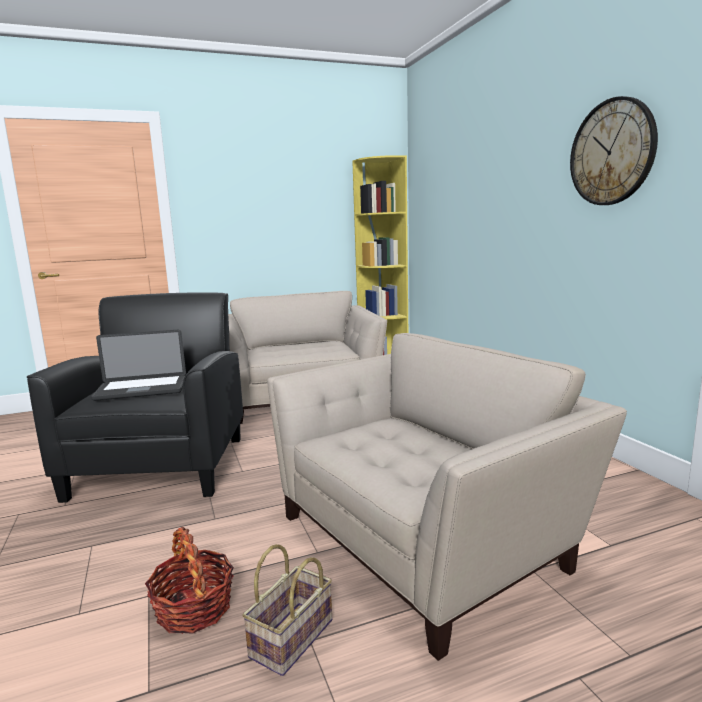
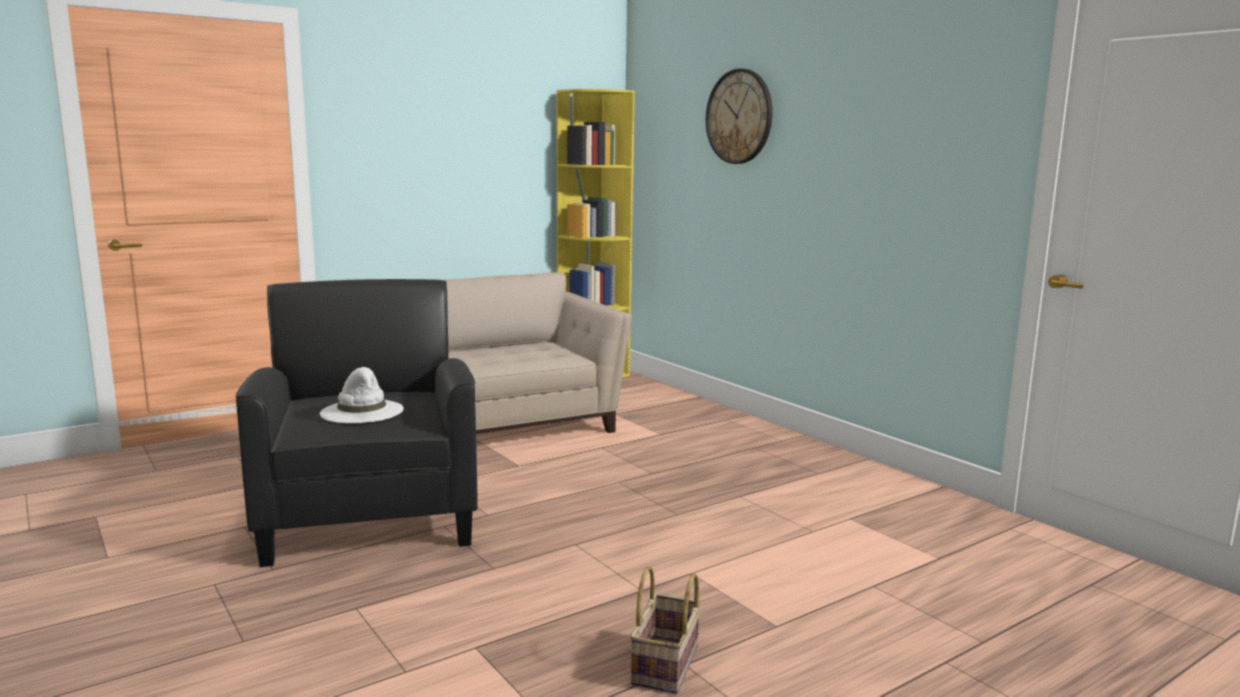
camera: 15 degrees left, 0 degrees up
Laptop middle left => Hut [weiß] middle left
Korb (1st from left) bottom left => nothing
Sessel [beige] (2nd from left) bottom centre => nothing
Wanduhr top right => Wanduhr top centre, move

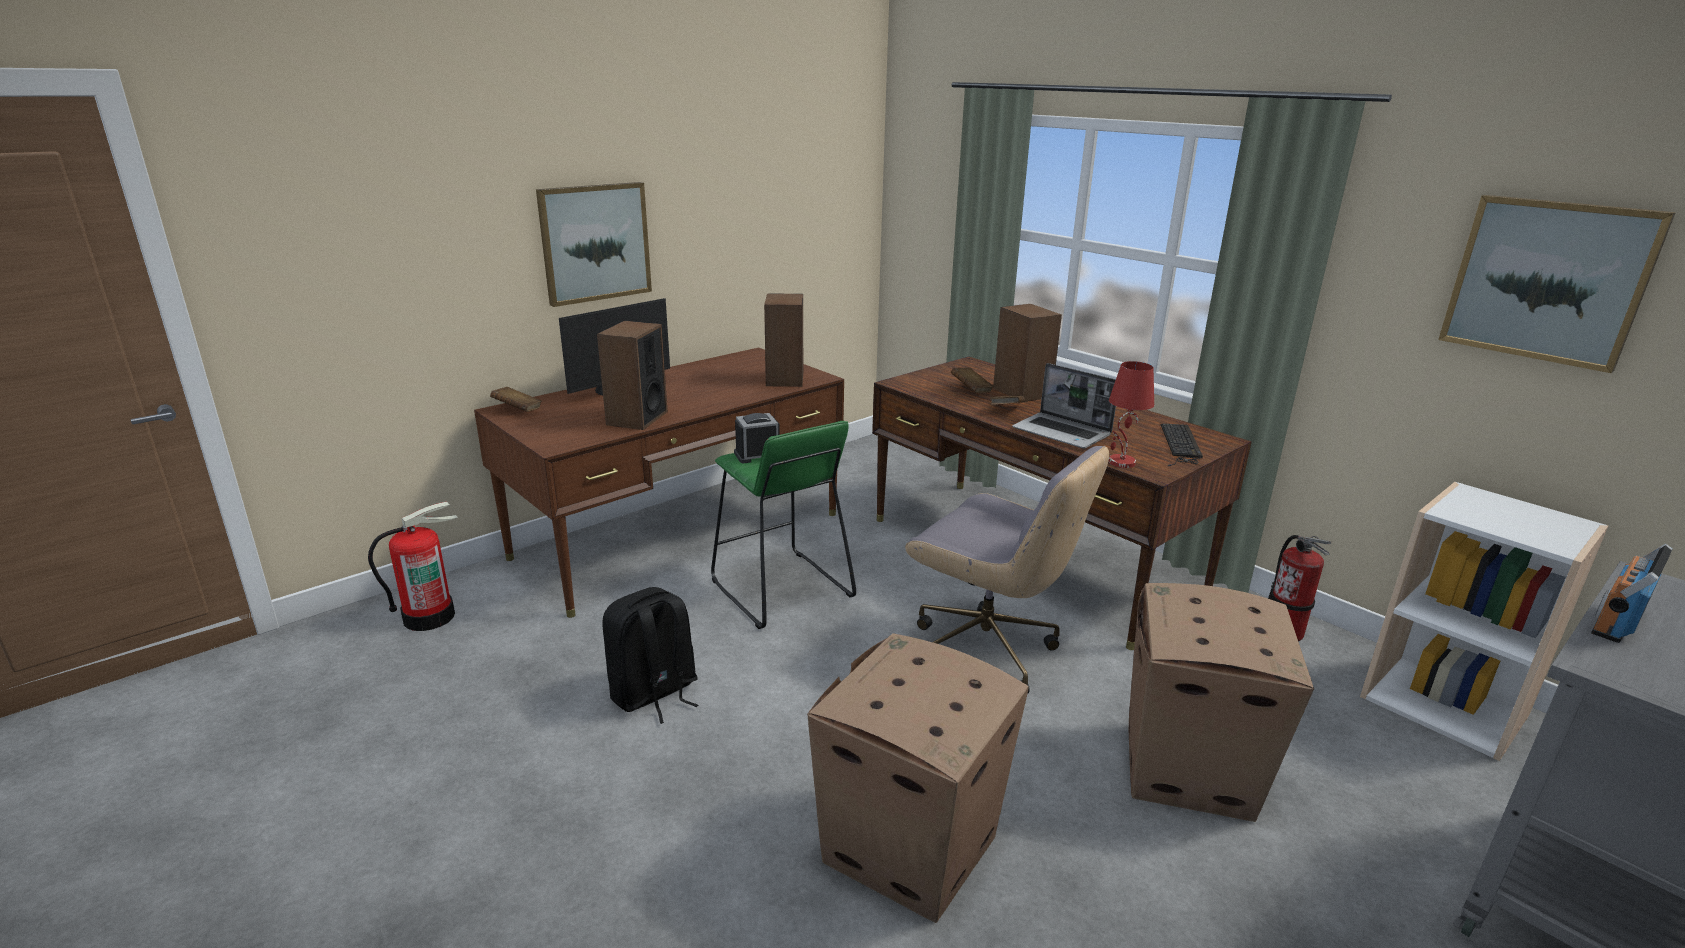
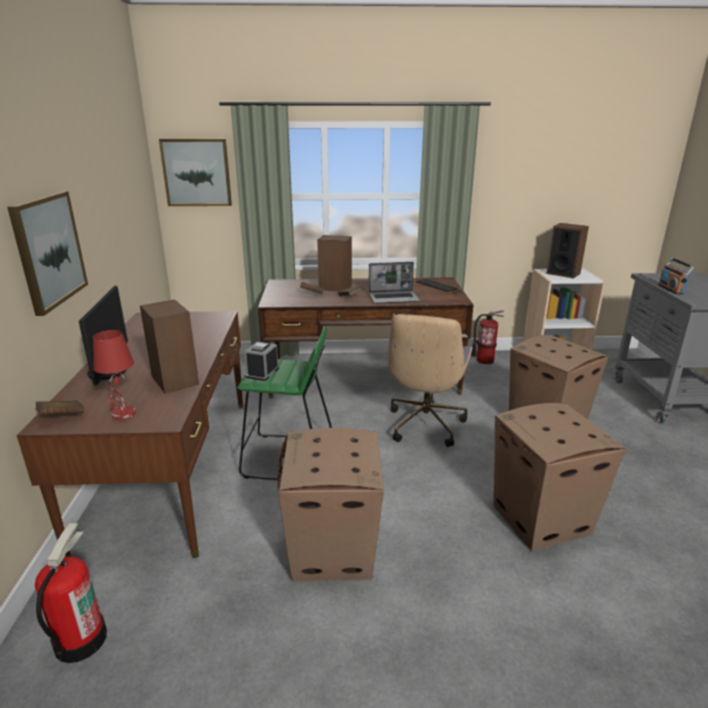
camera: 50 degrees left, 0 degrees up
Rucksack [schwarz] bottom centre => Karton (1st from left) bottom centre
Lautsprecher (2nd from left in the first image) centre => Lautsprecher (3rd from left) middle right, move
Bürostuhl [grau] centre, 120 degrees clockwise
Tischlampe [rot] middle right => Tischlampe [rot] middle left, move
Bild (2nd from left) top right => Bild (2nd from left) top left, move

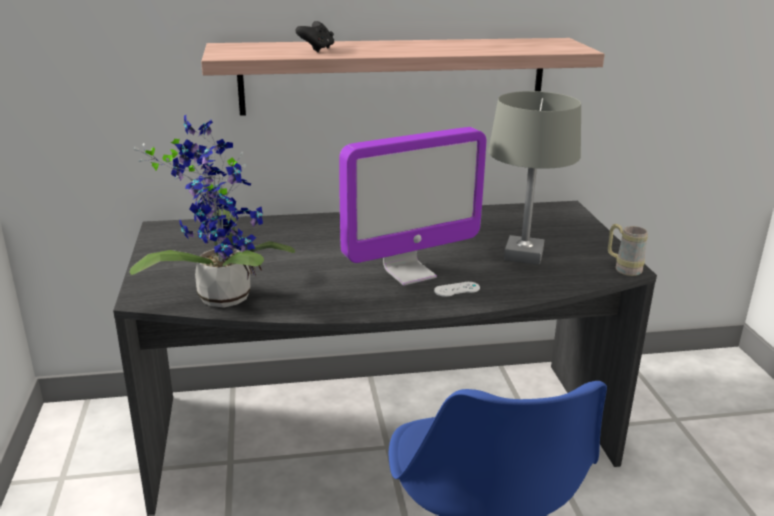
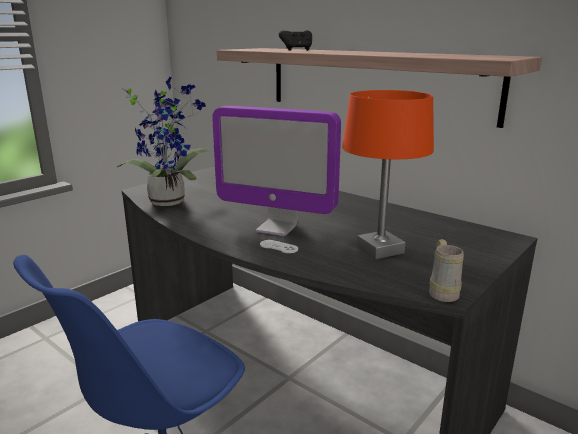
camera: 50 degrees right, 5 degrees down
Tischlampe [grau] middle right => Tischlampe [orange] middle right

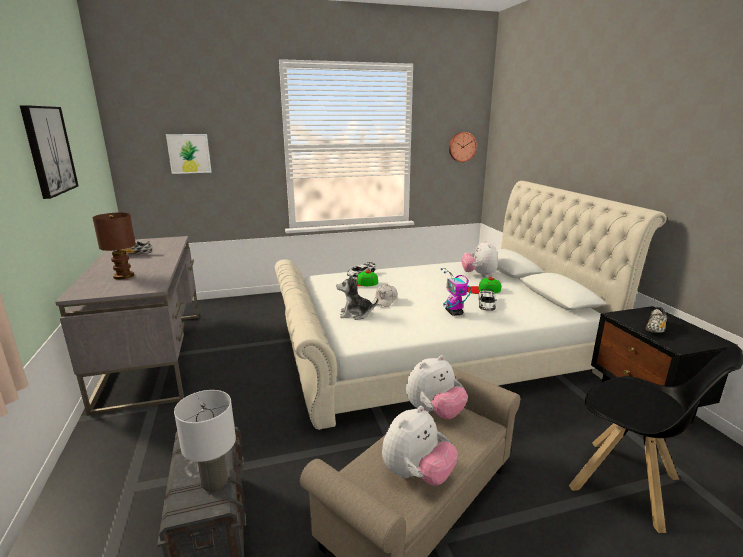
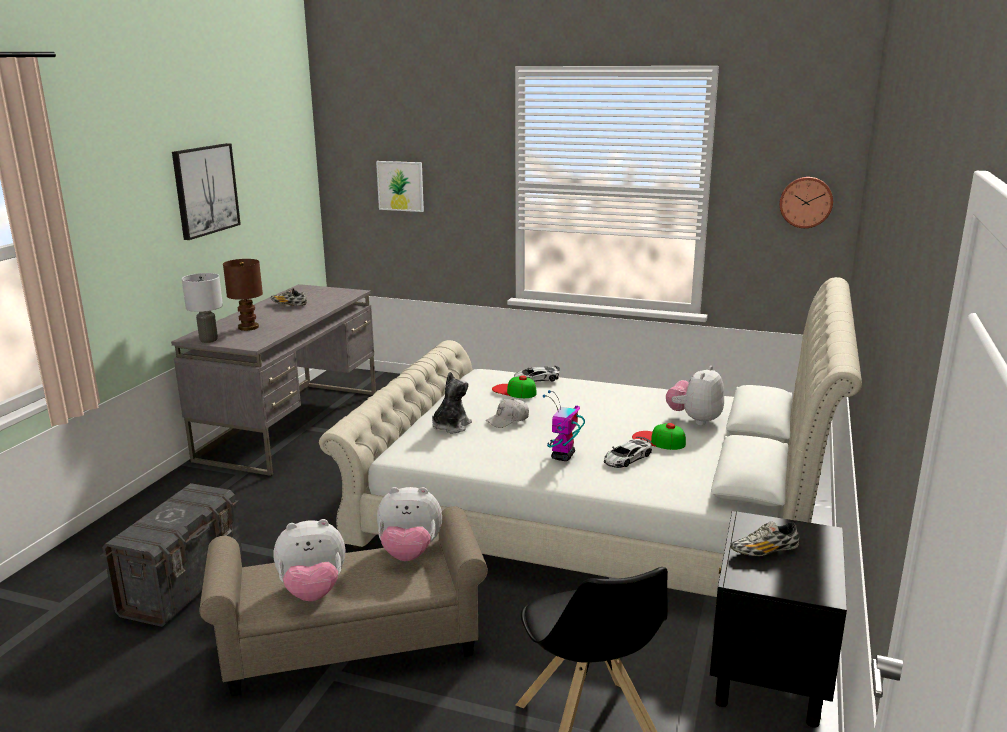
camera: 35 degrees right, 0 degrees up
Tischlampe [weiß] bottom left => Tischlampe [weiß] middle left, move
Plüschtier (1st from left in the first image) centre => Plüschtier (3rd from left) centre, 90 degrees clockwise

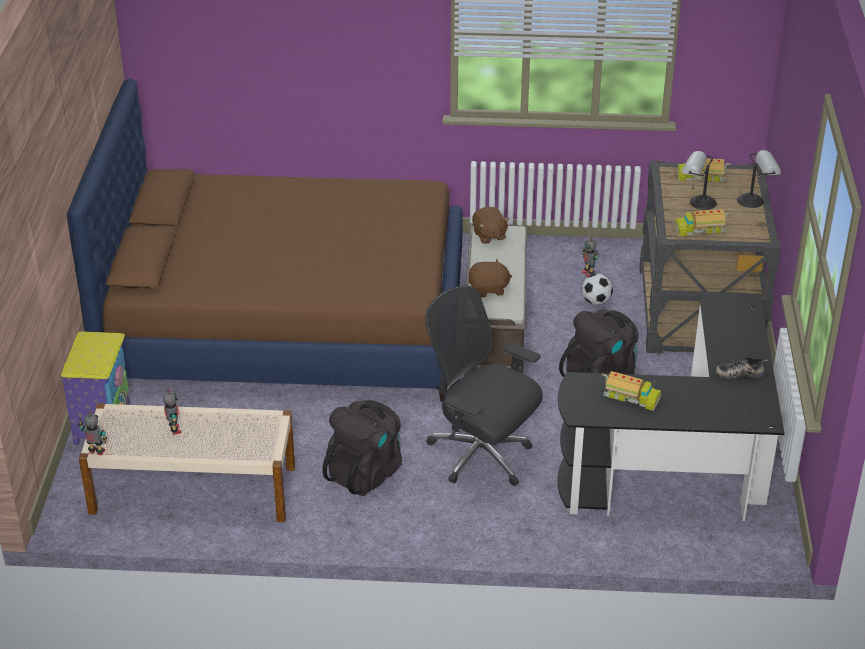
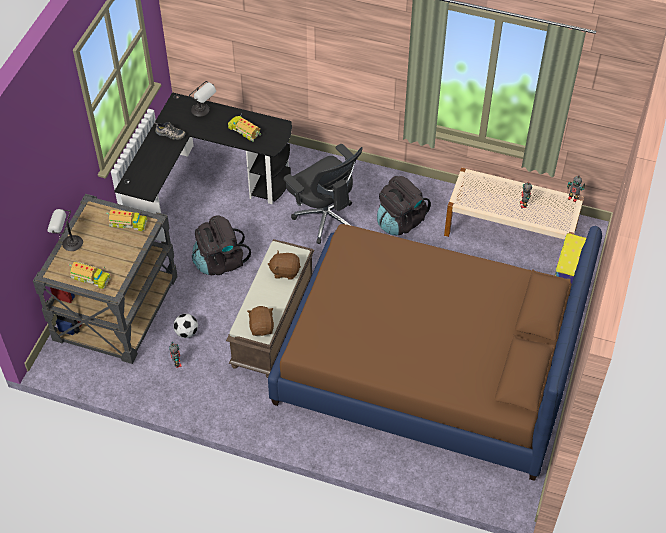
camera: 165 degrees left, 15 degrees up
Tischlampe (1st from left in the first image) top right => Tischlampe (2nd from left) top left, move

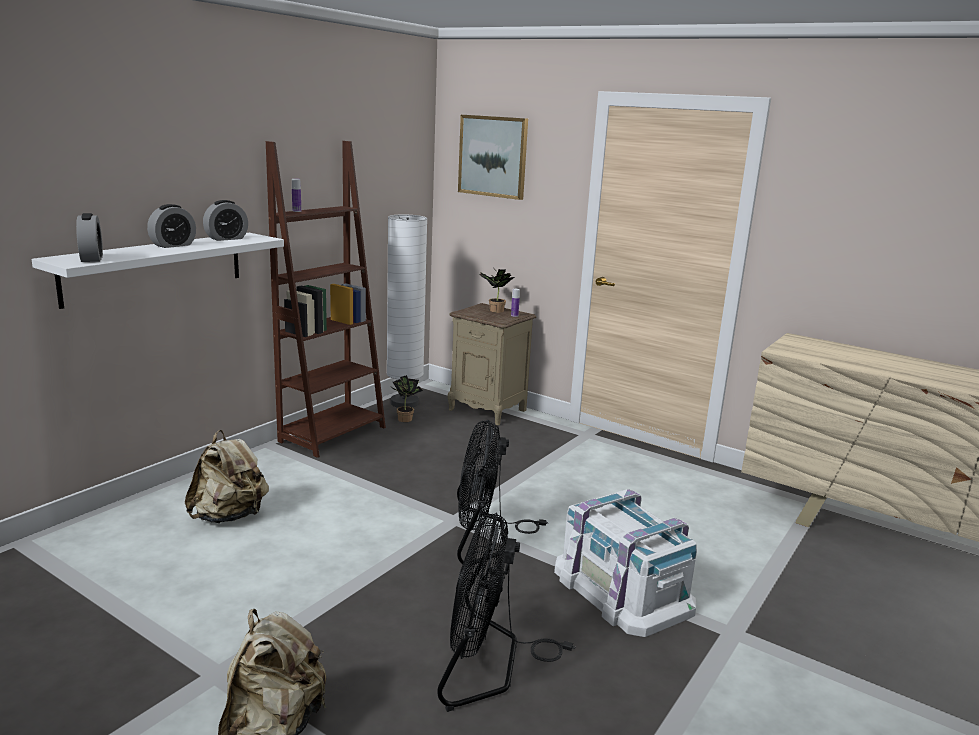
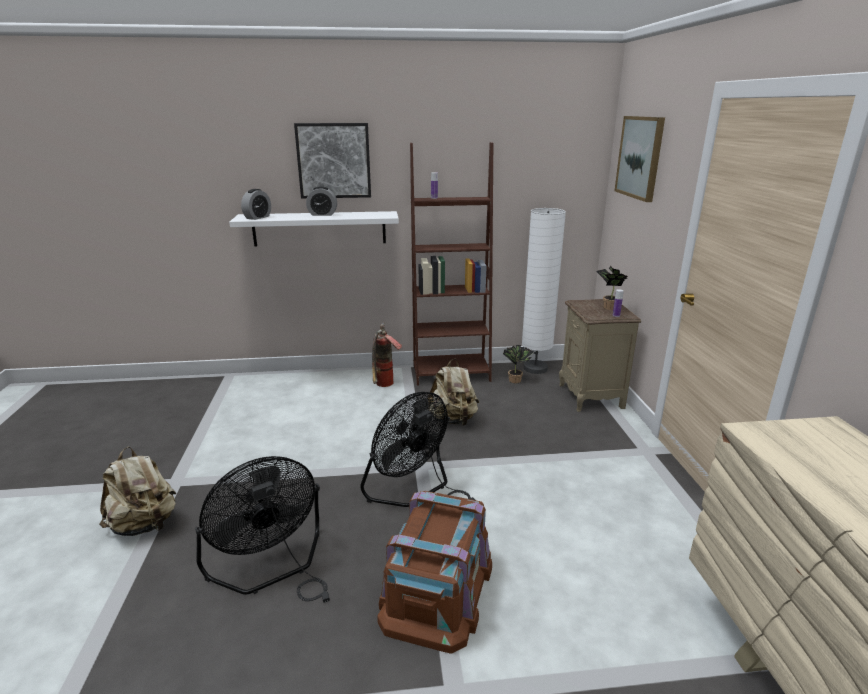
camera: 50 degrees right, 5 degrees up
Rucksack [beige] (1st from left in the first image) middle left => Rucksack [beige] (2nd from left) centre, move
Wecker (3rd from left) top left => nothing
Aufbewahrungsbox [weiß] bottom centre => Aufbewahrungsbox [braun] bottom centre
nothing => Bild (1st from left) top centre
nothing => Feuerlöscher centre

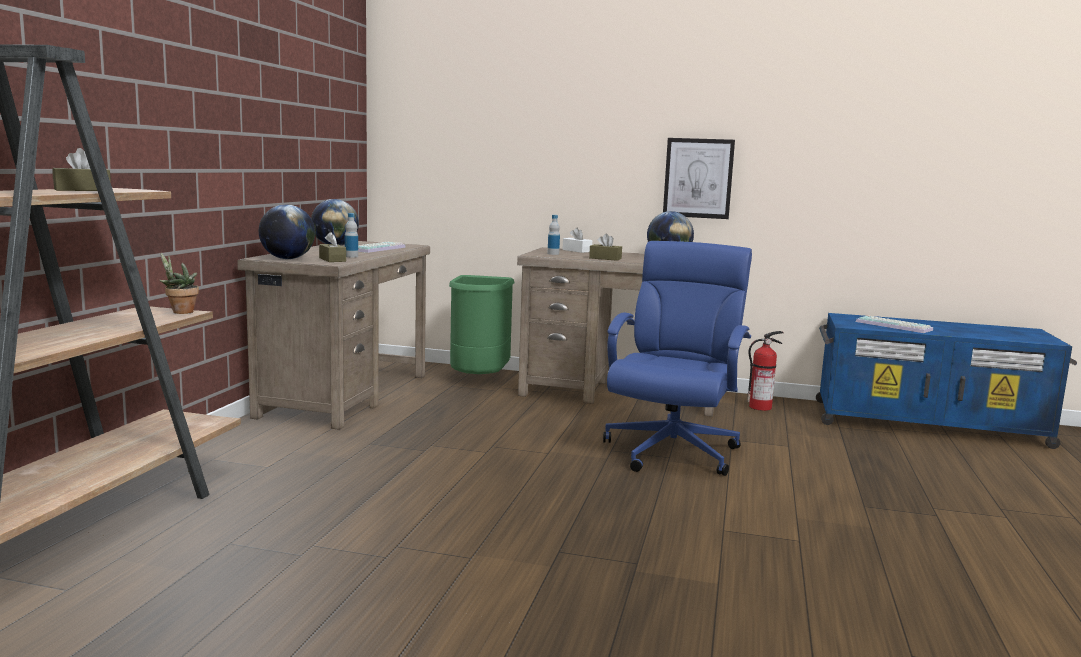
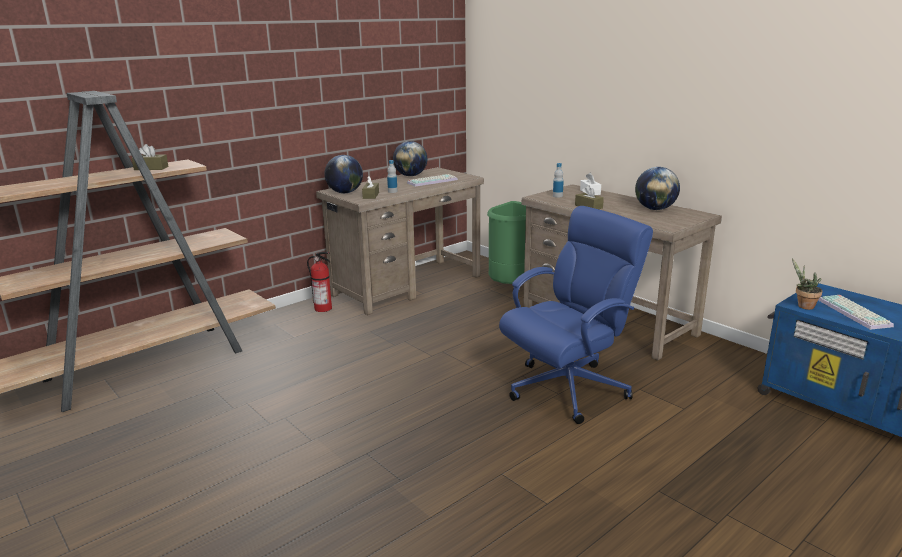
camera: 35 degrees right, 10 degrees up
Topfpflanze middle left => Topfpflanze middle right, move
Bild top centre => nothing
Feuerlöscher middle right => Feuerlöscher centre, move

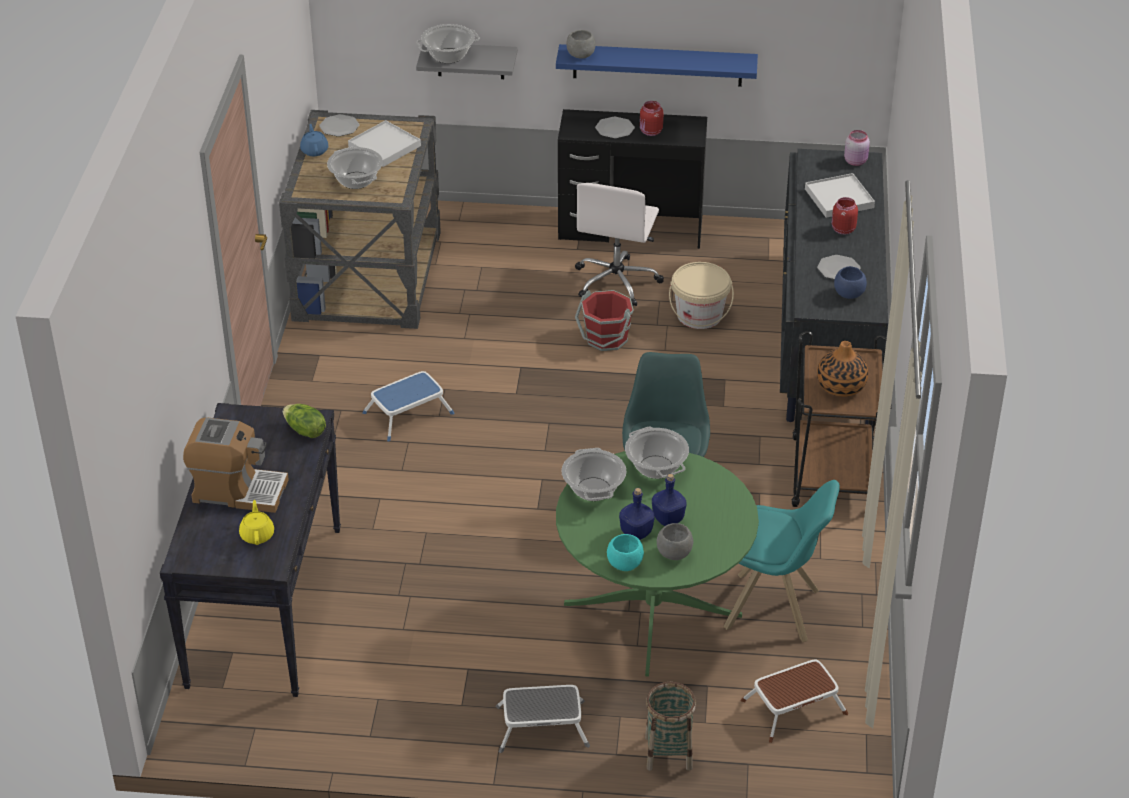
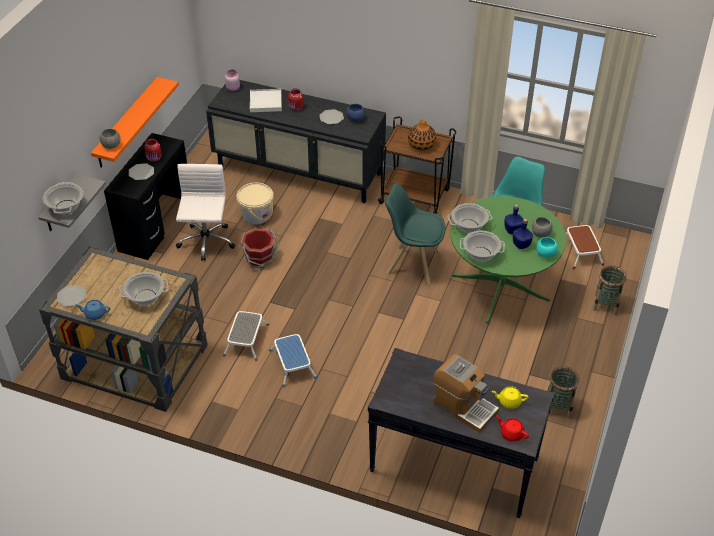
camera: 75 degrees left, 5 degrees up
Kaffeemaschine middle left => Kaffeemaschine bottom centre, 105 degrees clockwise
Salatkopf middle left => nothing
Tablett [weiß] (1st from left) top centre => nothing
Trittleiter [grau] bottom centre => Trittleiter [grau] centre, move
Wandregal [blau] top centre => Wandregal [orange] top left
Bürostuhl [weiß] top centre => Bürostuhl [weiß] middle left, 120 degrees counterclockwise
nothing => Teekanne [rot] bottom right
nothing => Korb (1st from left) bottom right

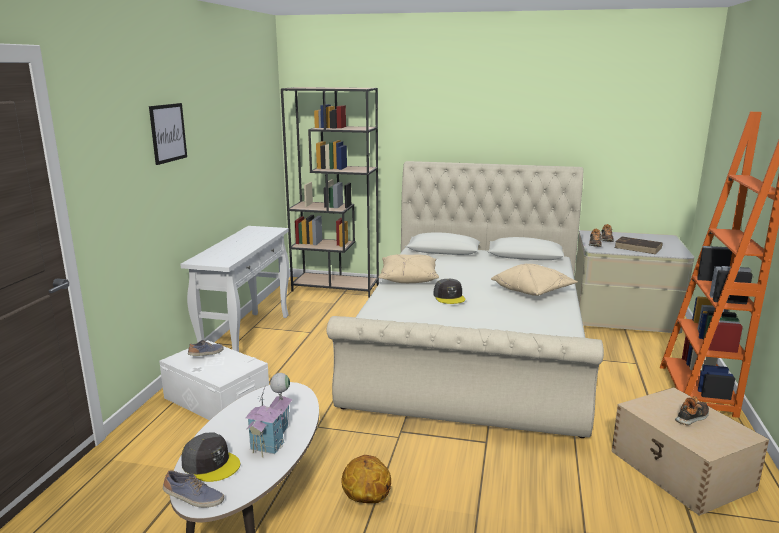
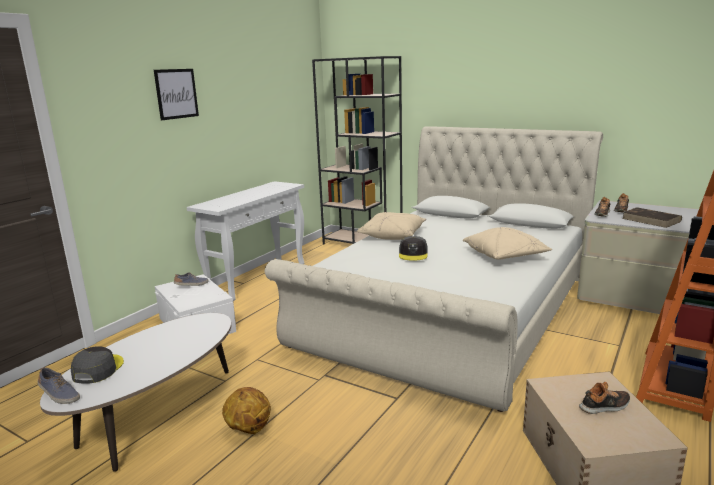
camera: 20 degrees right, 0 degrees up
Kappe [grau] (1st from left) bottom left, 135 degrees counterclockwise
Spielzeughaus bottom centre => nothing

